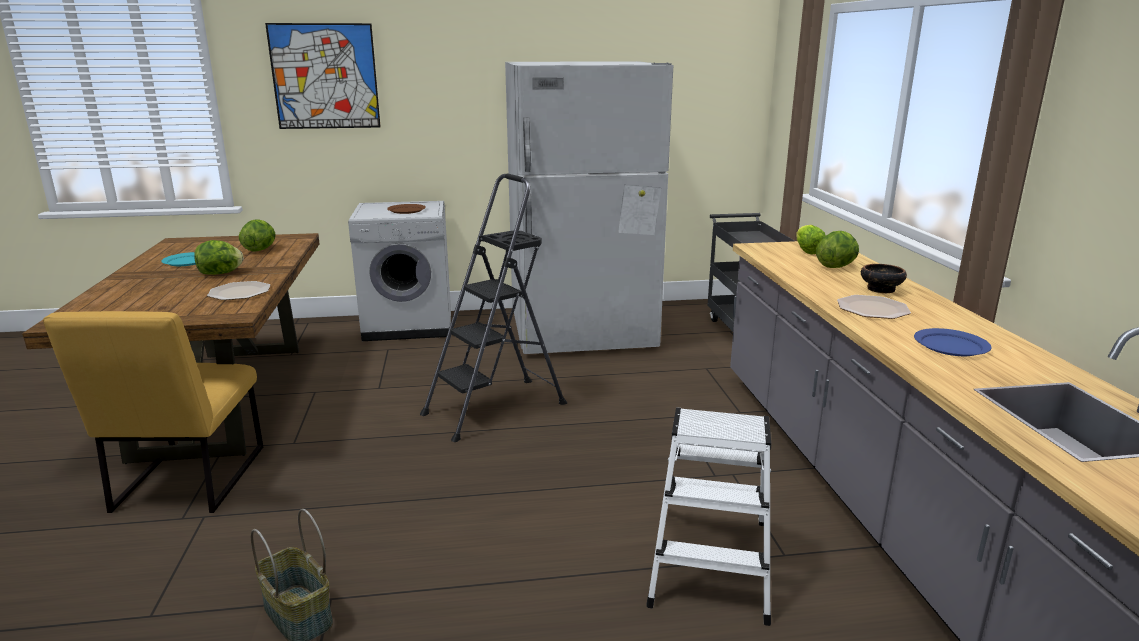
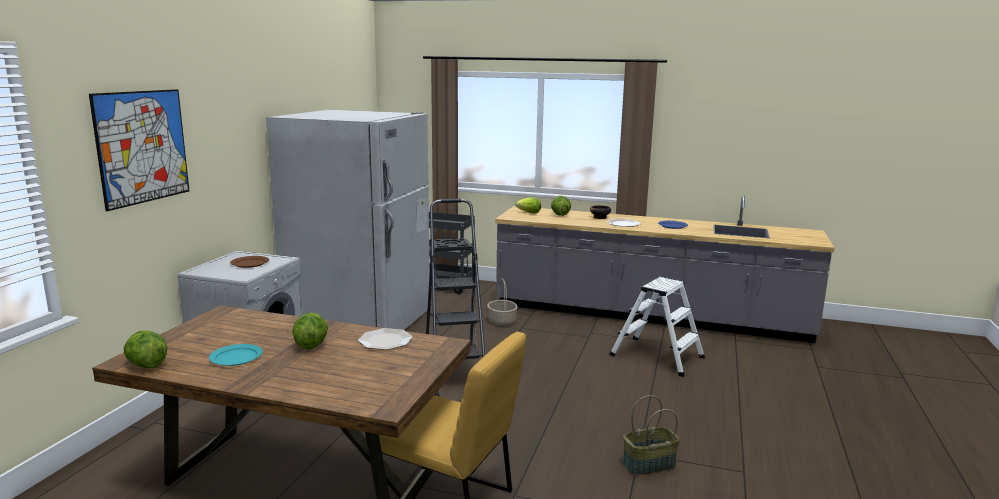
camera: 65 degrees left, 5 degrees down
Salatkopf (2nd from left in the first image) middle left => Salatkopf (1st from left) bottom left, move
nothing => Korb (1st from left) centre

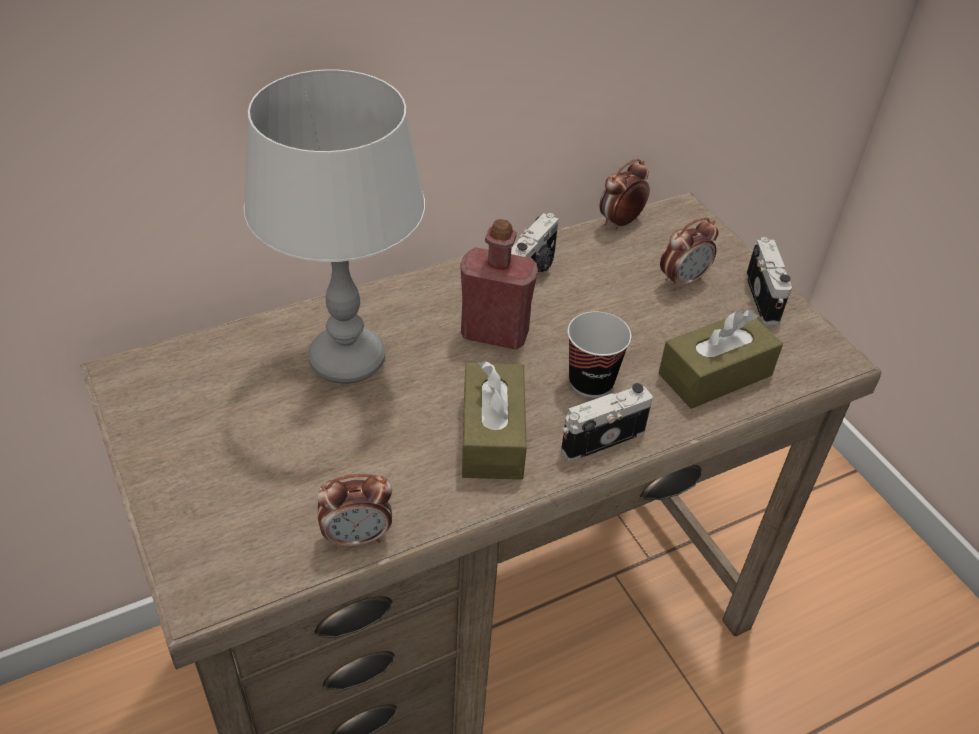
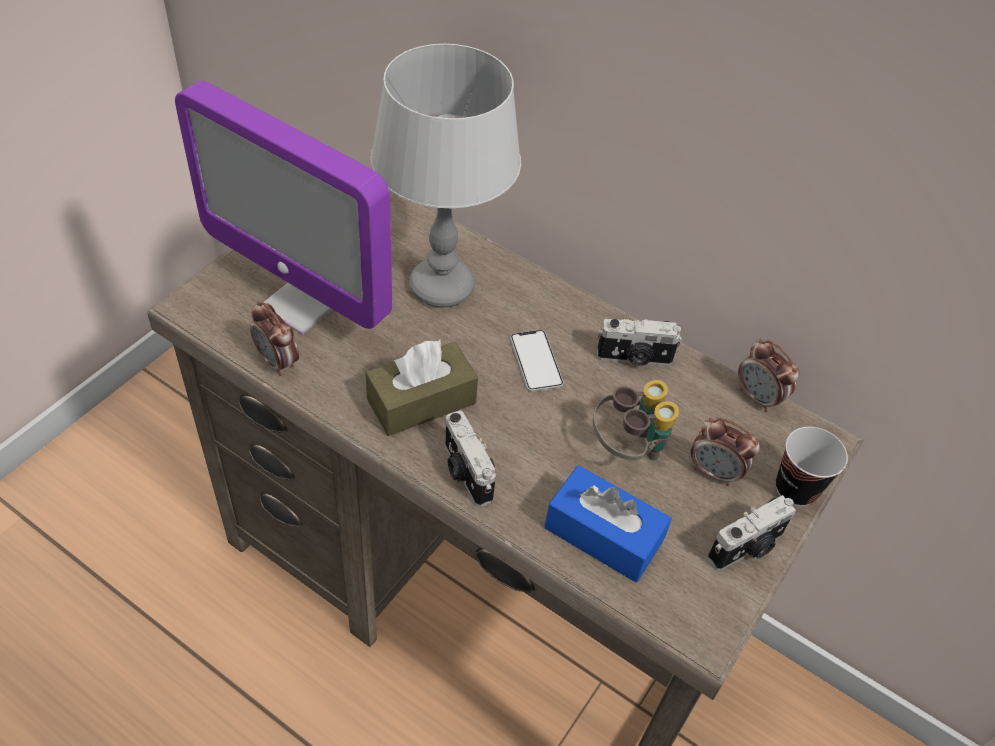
camera: 60 degrees right, 5 degrees up
Flasche [rot] centre => Handy centre
Kamera (2nd from left in the first image) centre => Kamera (1st from left) centre, 150 degrees counterclockwise
Tasse centre => Tasse middle right, move
Wecker (2nd from left in the first image) top centre => Wecker (3rd from left) middle right, 150 degrees counterclockwise
Taschentuchbox [braun] (2nd from left) middle right => Taschentuchbox [blau] bottom centre
nothing => Monitor top left
nothing => Fernglas centre

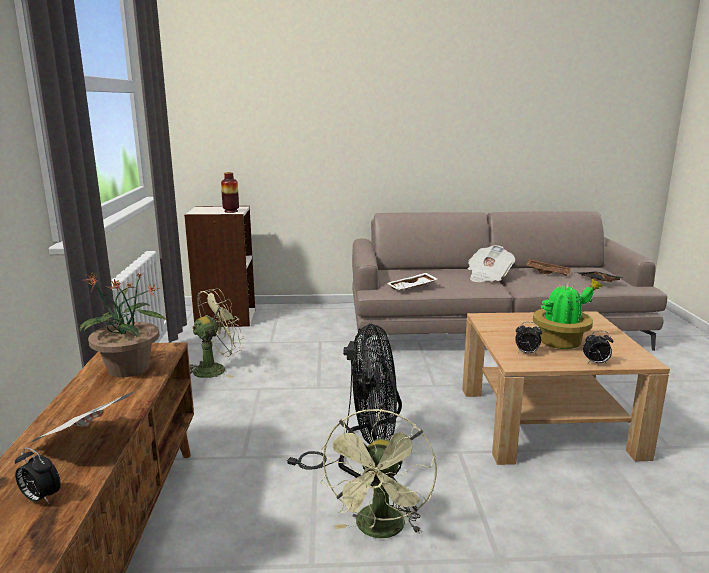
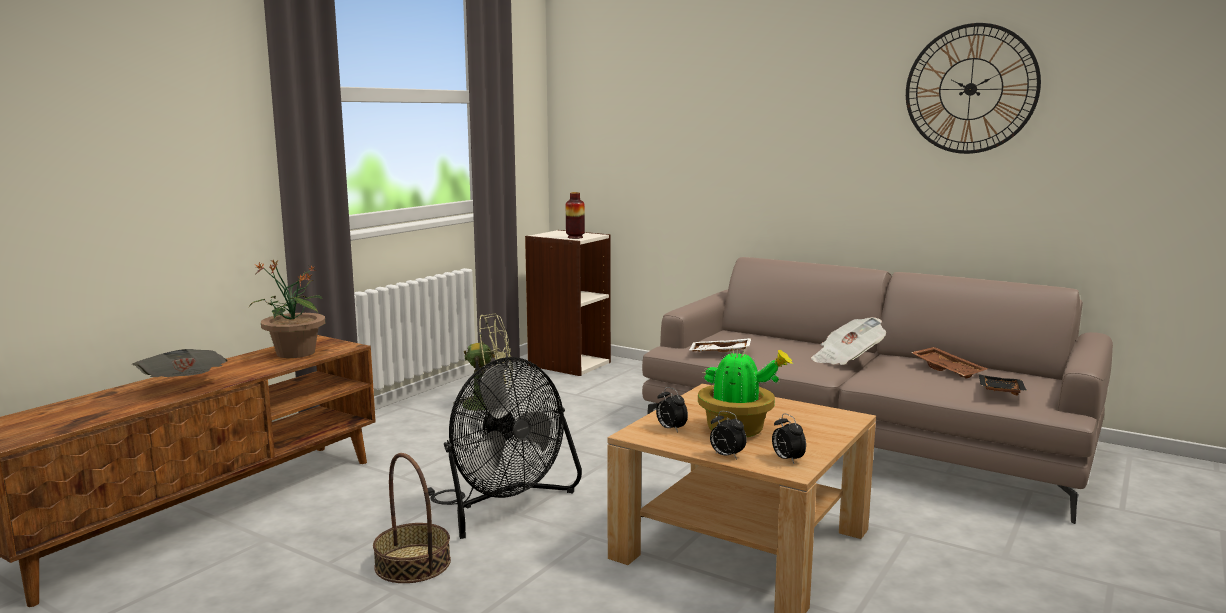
camera: 35 degrees right, 5 degrees down
Wecker (1st from left in the first image) bottom left => Wecker (3rd from left) bottom centre, move
Ventilator [grün] (2nd from left) bottom centre => Korb bottom centre
nothing => Wanduhr top right

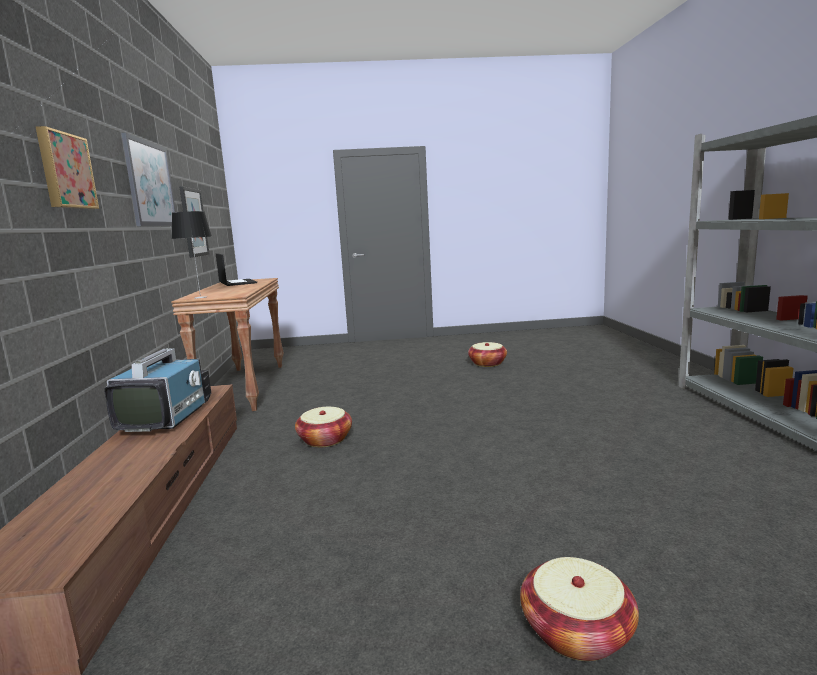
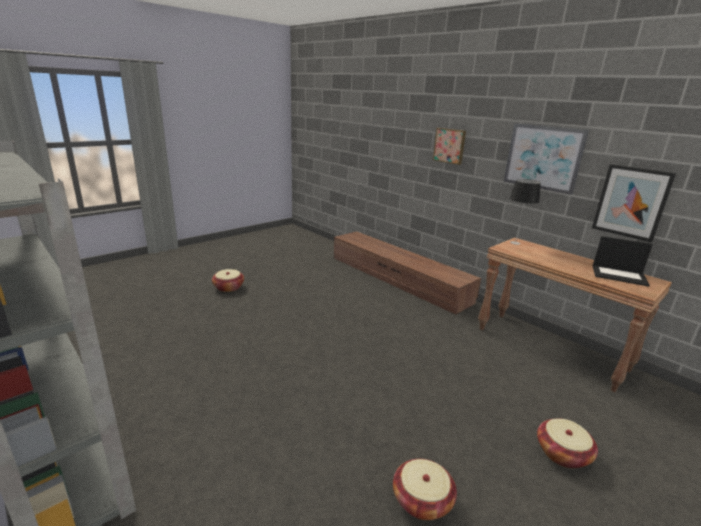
camera: 140 degrees right, 10 degrees up
Fernseher middle left => nothing
Korb (1st from left in the first image) centre => Korb (3rd from left) bottom right, move

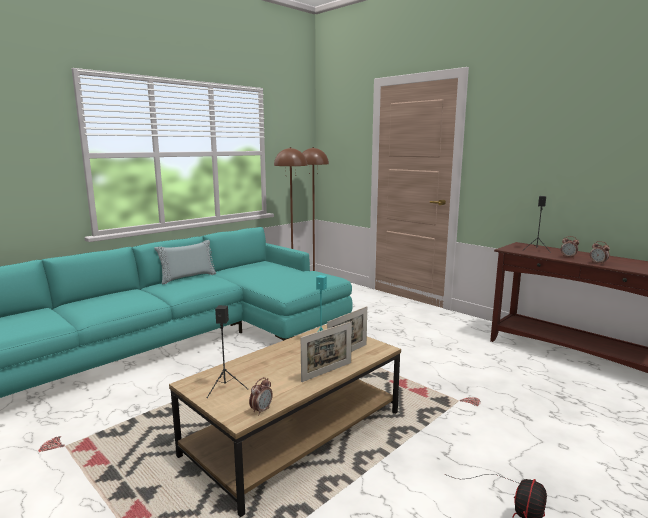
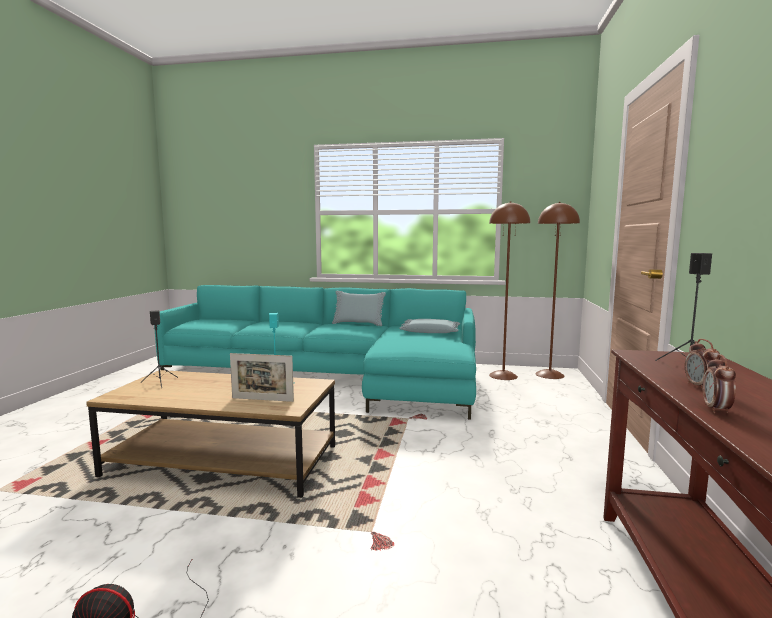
camera: 55 degrees right, 5 degrees down
Wecker (1st from left) bottom centre => nothing
Bilderrahmen (1st from left) bottom centre => nothing
nothing => Kissen [blau] (2nd from left) centre

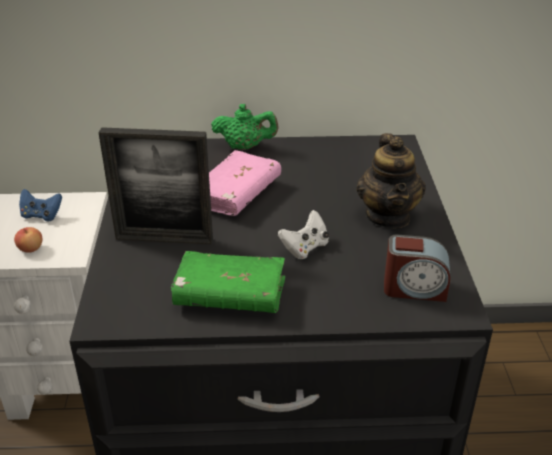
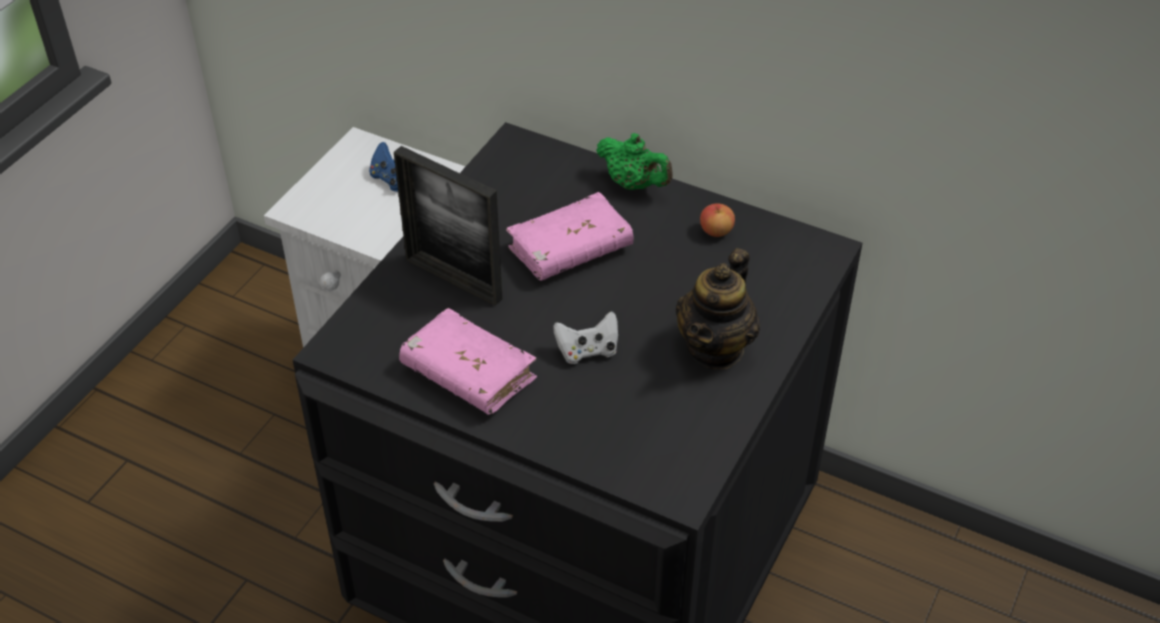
camera: 30 degrees right, 10 degrees up
Apfel middle left => Apfel centre, move
Buch [grün] centre => Buch [rosa] (1st from left) centre
Wecker middle right => nothing

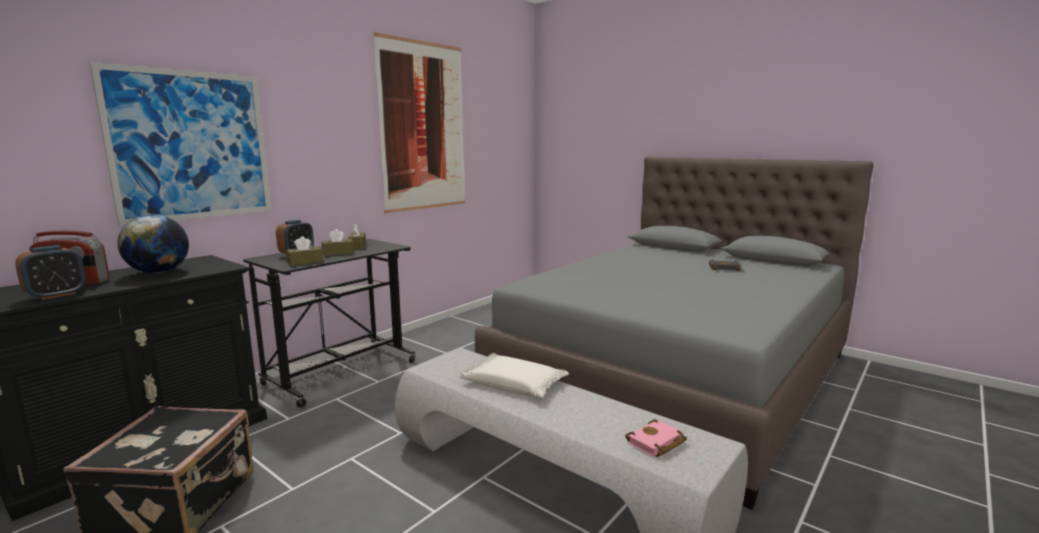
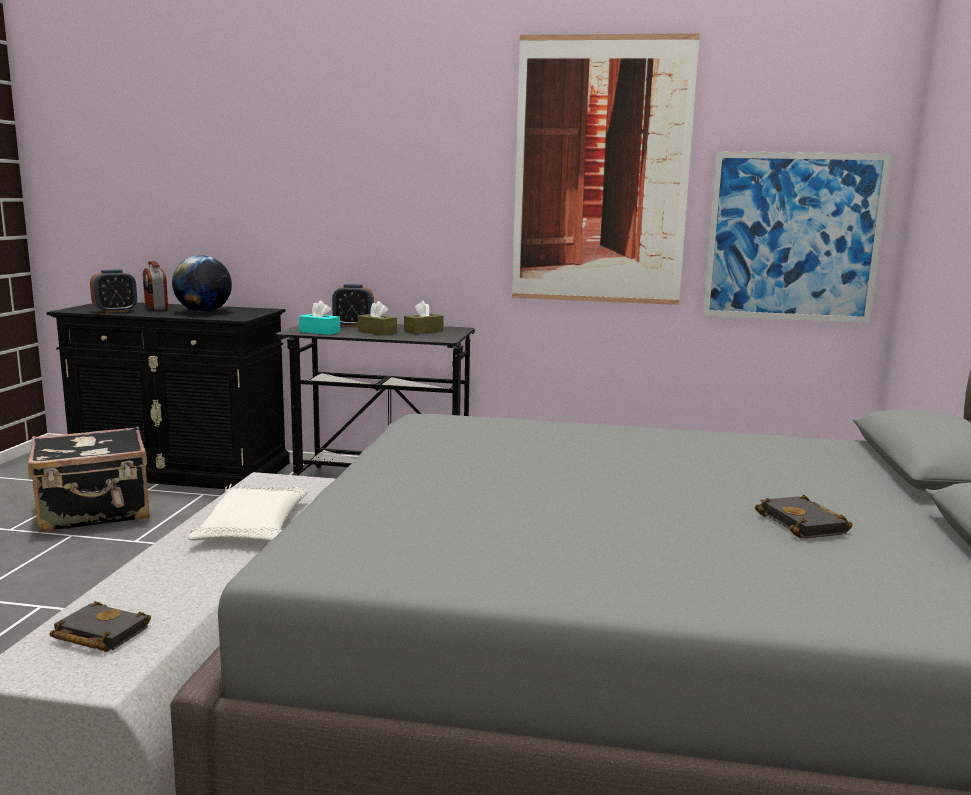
camera: 60 degrees right, 0 degrees up
Wecker (1st from left) middle left, 45 degrees counterclockwise
Bild (1st from left in the first image) top left => Bild (2nd from left) top right, move
Taschentuchbox [braun] (1st from left) middle left => Taschentuchbox [türkis] middle left
Buch [rosa] bottom centre => Buch [schwarz] (1st from left) bottom left

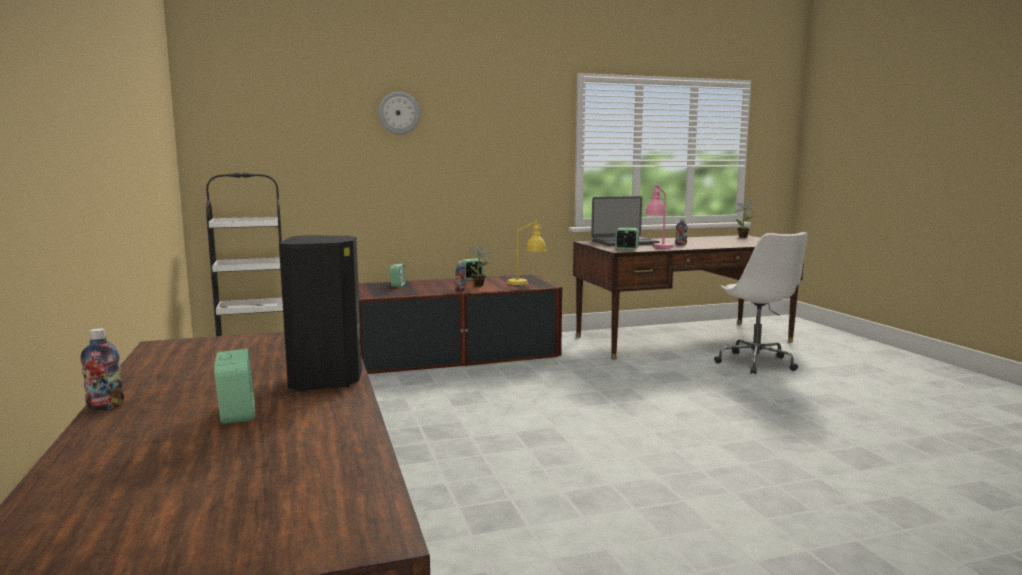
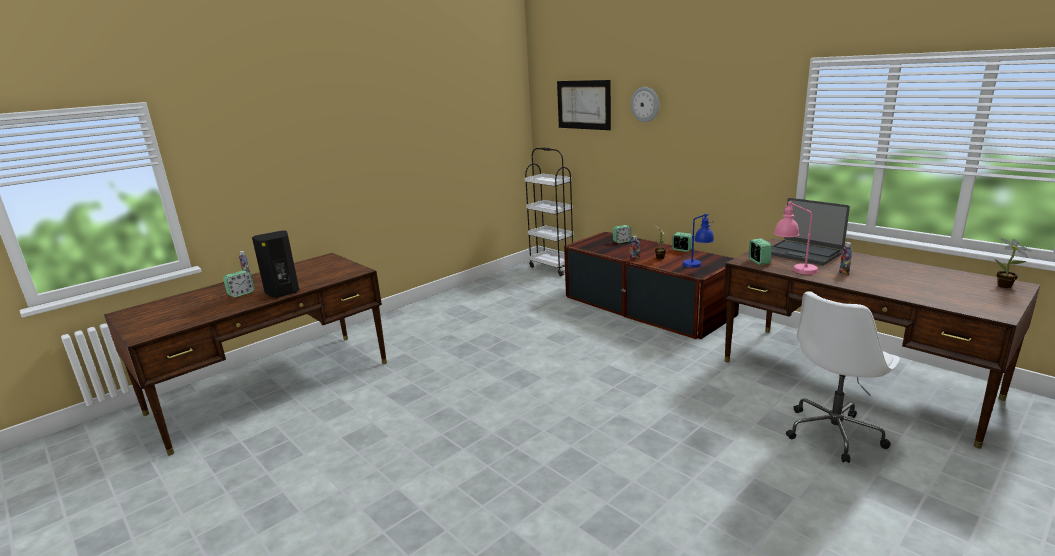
camera: 65 degrees right, 10 degrees up
Tischlampe [gelb] centre => Tischlampe [blau] centre
nothing => Bild top centre

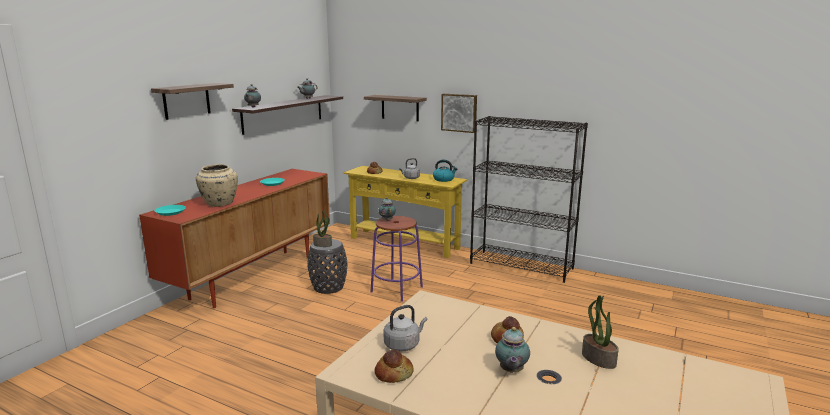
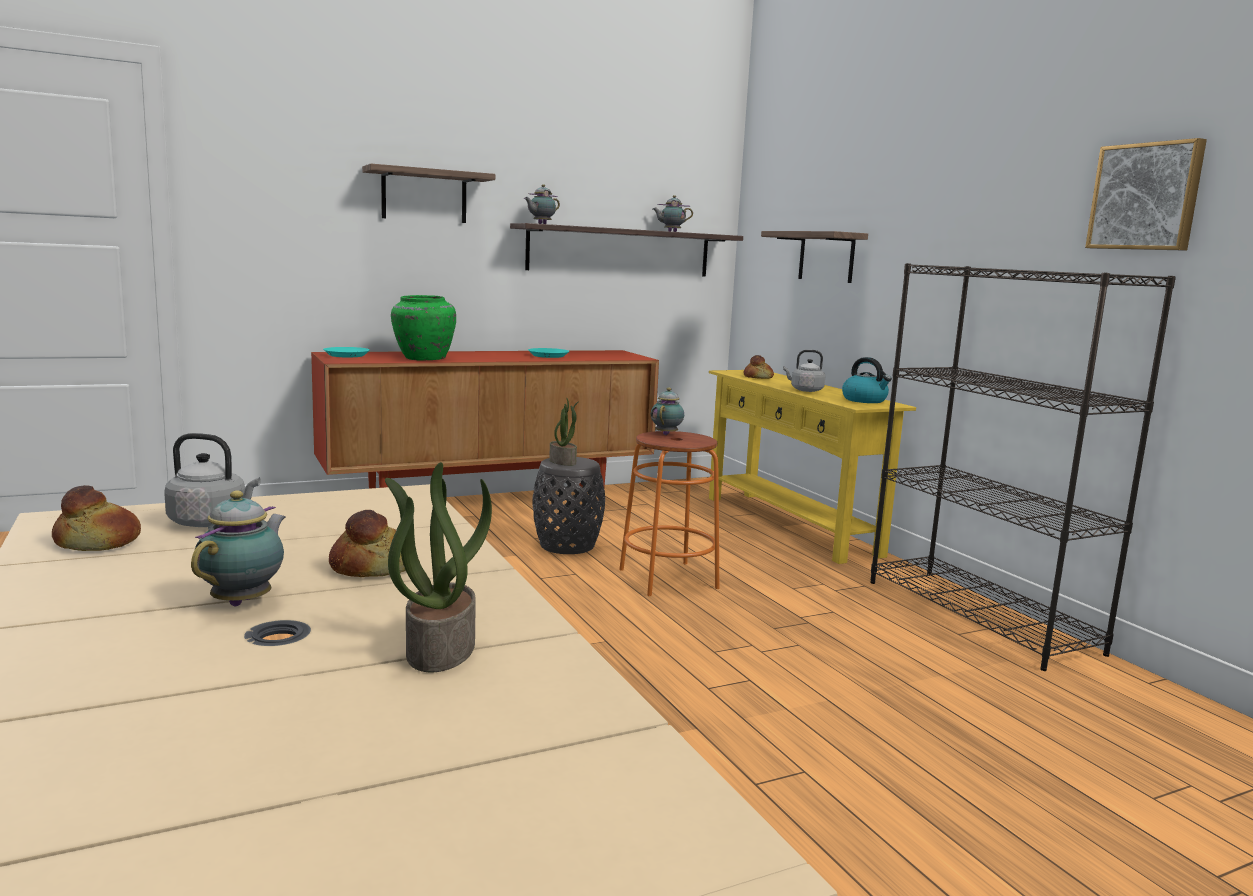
camera: 35 degrees right, 5 degrees down
Vase [beige] middle left => Vase [grün] centre
Hocker [lila] centre => Hocker [orange] centre
Bild top centre => Bild top right, move
Teekanne (4th from left in the first image) bottom centre => Teekanne (1st from left) middle left, 150 degrees clockwise

